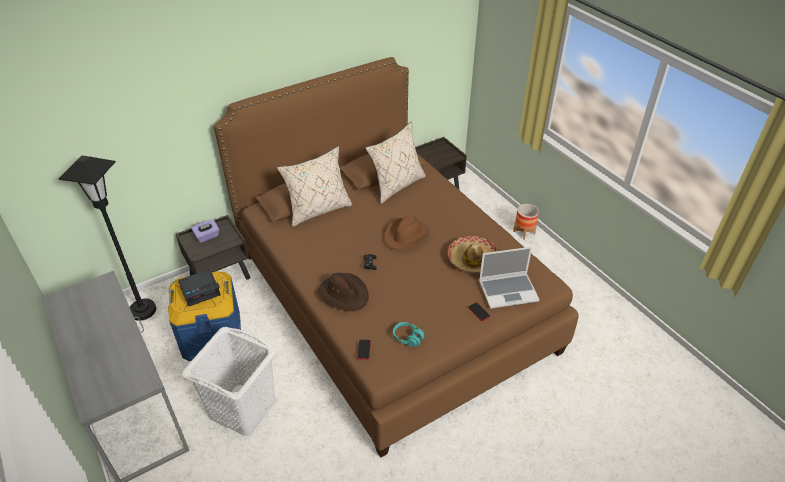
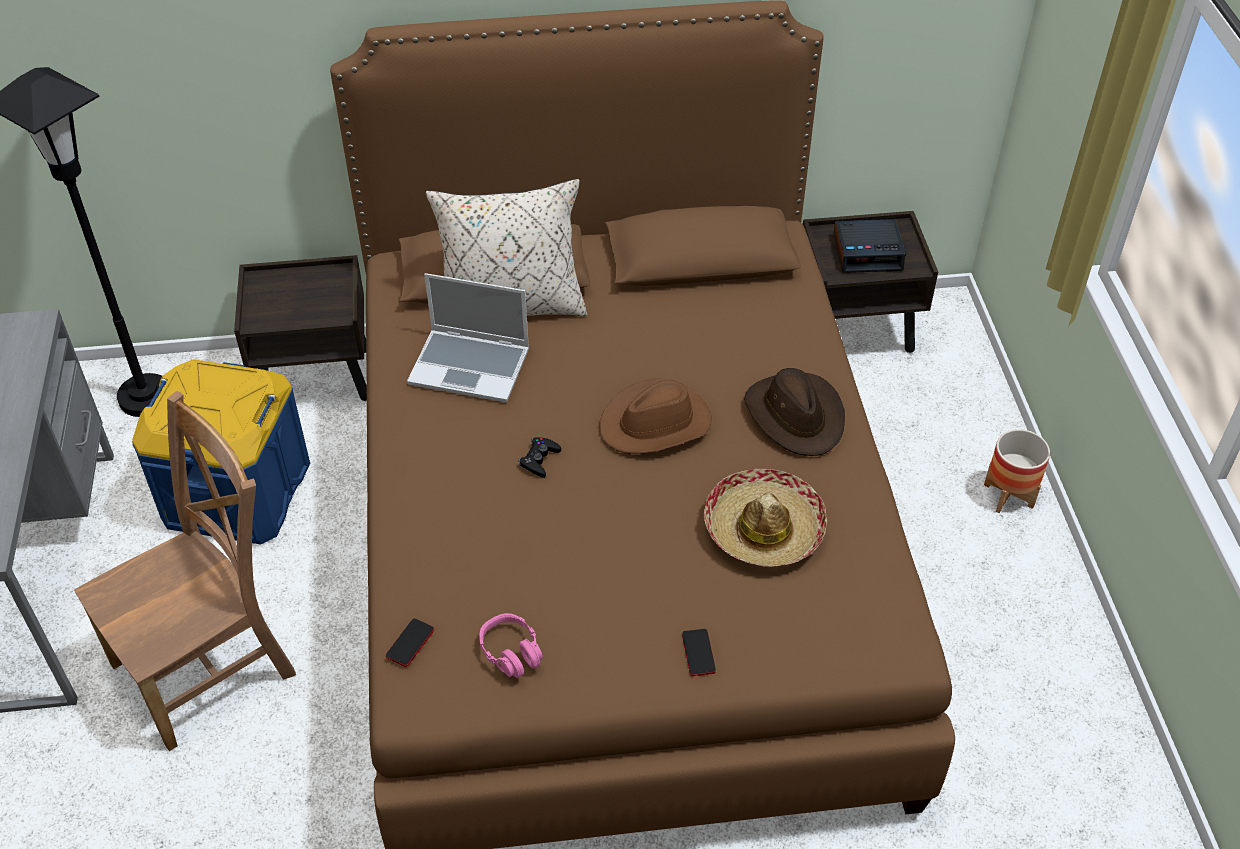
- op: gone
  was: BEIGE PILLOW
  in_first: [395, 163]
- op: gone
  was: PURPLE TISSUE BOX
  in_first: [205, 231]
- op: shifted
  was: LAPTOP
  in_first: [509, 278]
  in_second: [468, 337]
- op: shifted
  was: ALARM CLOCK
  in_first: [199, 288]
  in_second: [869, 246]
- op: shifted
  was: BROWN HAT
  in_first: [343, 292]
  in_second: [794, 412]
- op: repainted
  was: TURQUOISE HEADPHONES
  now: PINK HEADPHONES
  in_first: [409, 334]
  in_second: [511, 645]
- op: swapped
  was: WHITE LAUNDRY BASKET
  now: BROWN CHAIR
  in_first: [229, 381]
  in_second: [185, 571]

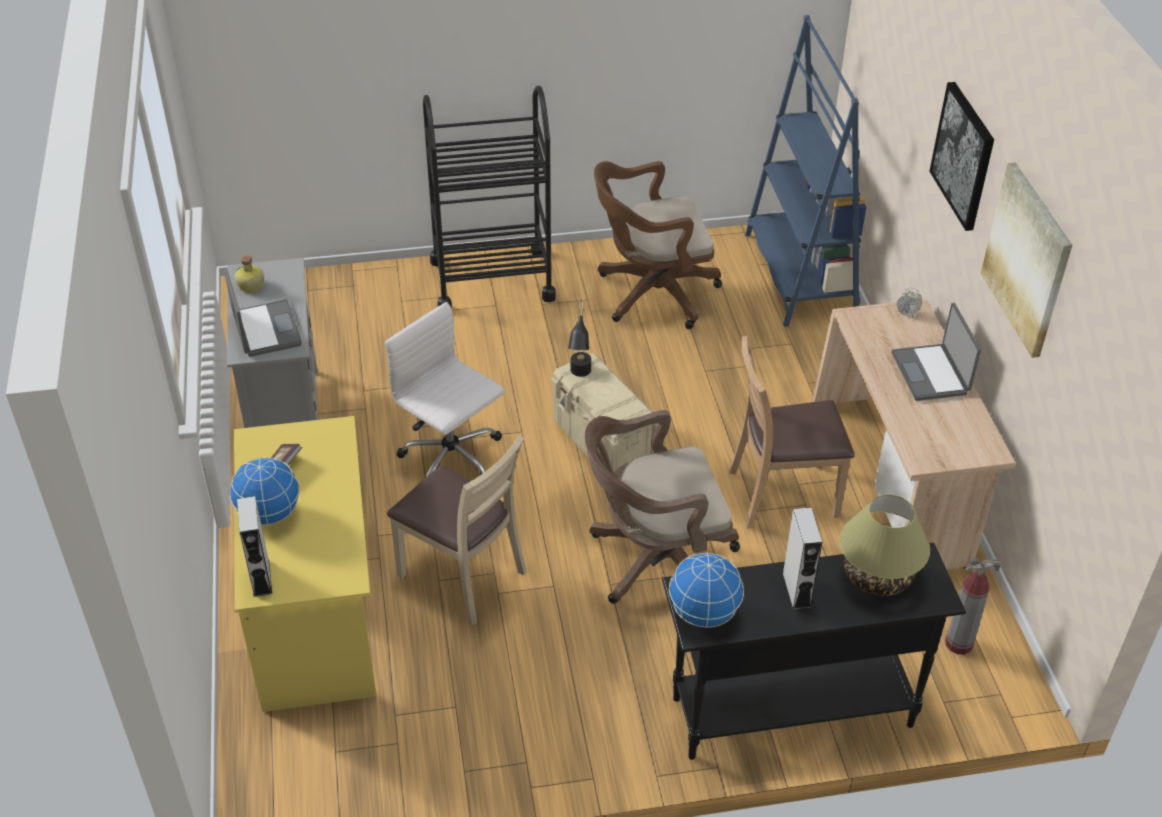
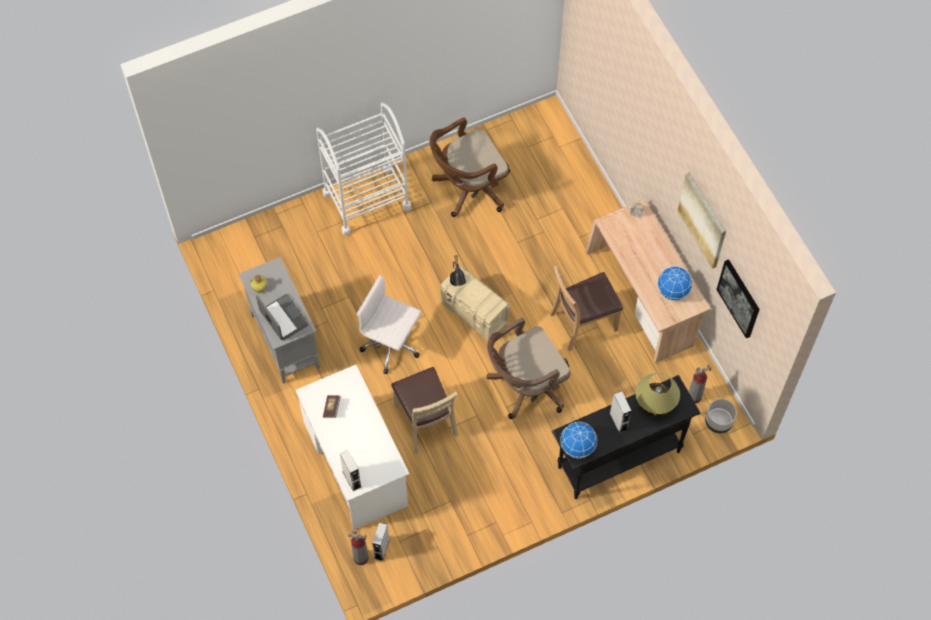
- op: gone
  was: BLUE BOOKCASE
  in_first: [805, 171]
- op: shifted
  was: PICTURE
  in_first: [961, 156]
  in_second: [738, 298]
- op: repainted
  was: BLACK CART
  now: WHITE CART
  in_first: [489, 197]
  in_second: [363, 169]
- op: gone
  was: LAPTOP
  in_first: [936, 352]
- op: repainted
  was: YELLOW DESK
  now: WHITE DESK
  in_first: [305, 564]
  in_second: [352, 447]
- op: rotated
  was: BEIGE CHAIR
  in_first: [456, 530]
  in_second: [424, 410]
  clockwise: 45
- op: shifted
  was: GLOBE
  in_first: [264, 491]
  in_second: [674, 283]
- op: new
  now: GREY PLANTER
  in_second: [721, 416]
- op: new
  now: GREY SPEAKER
  in_second: [380, 541]
- op: new
  now: FIRE EXTINGUISHER
  in_second: [358, 548]

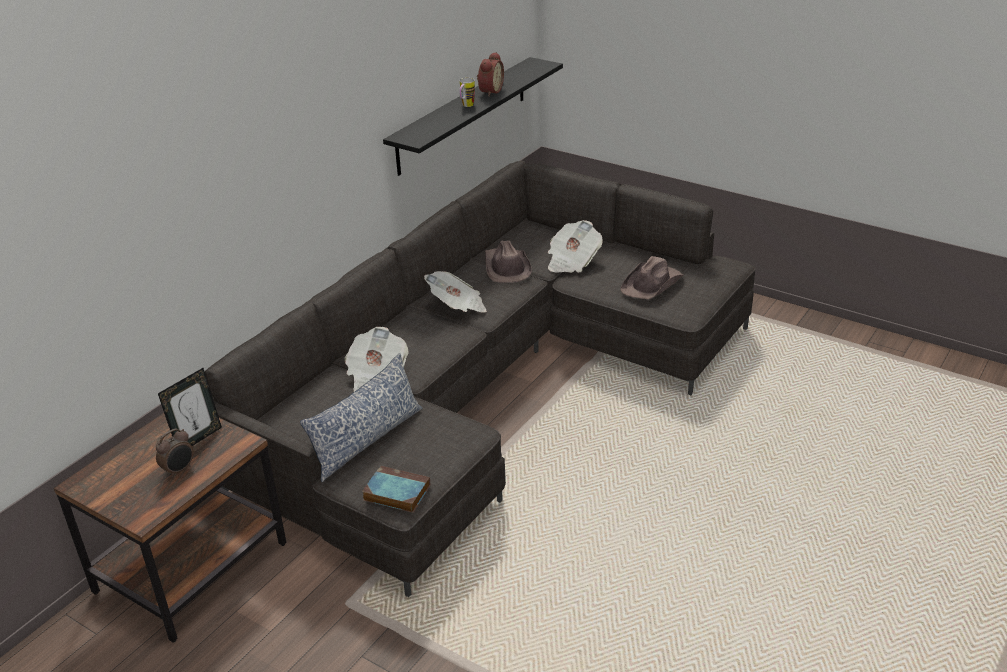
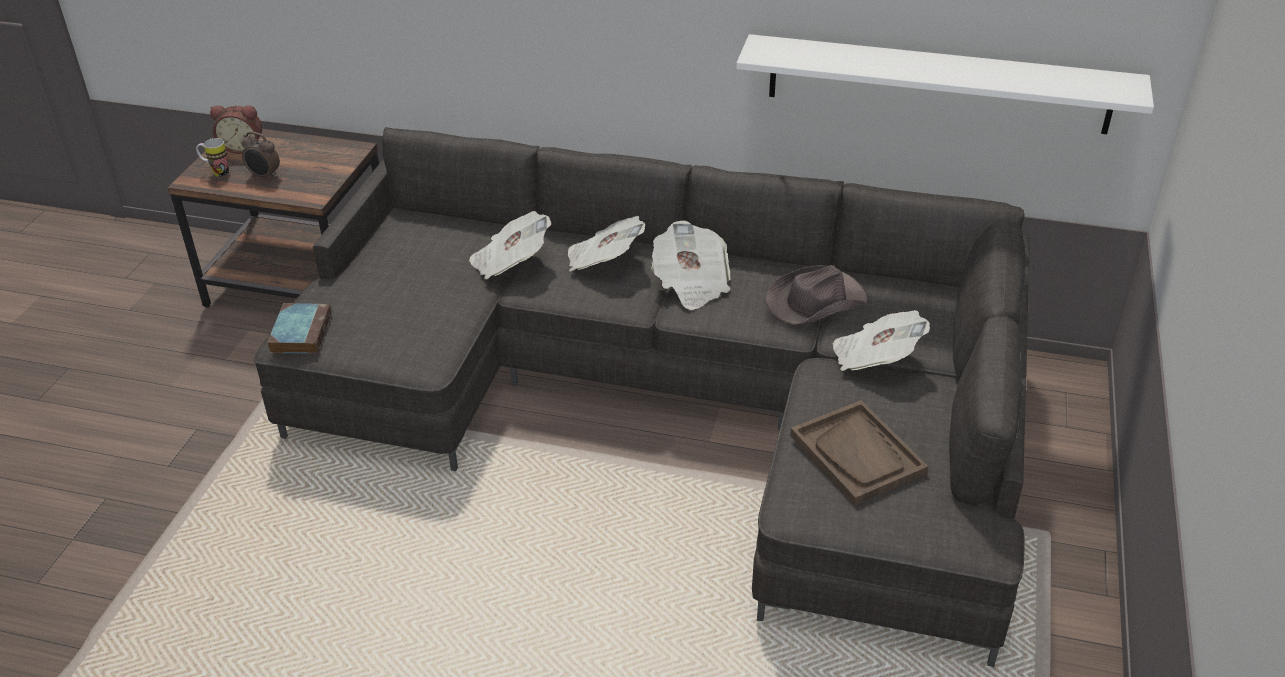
- op: shifted
  was: ALARM CLOCK
  in_first: [490, 74]
  in_second: [236, 129]
- op: repainted
  was: BLACK SHELF
  now: WHITE SHELF
  in_first: [473, 116]
  in_second: [945, 84]
- op: shifted
  was: MUG
  in_first: [467, 92]
  in_second: [212, 157]
- op: swapped
  was: BROWN HAT
  now: BROWN TRAY
  in_first: [652, 277]
  in_second: [859, 453]
- op: gone
  was: PILLOW
  in_first: [361, 417]
- op: gone
  was: PICTURE FRAME
  in_first: [190, 407]
- op: new
  now: NEWSPAPER
  in_second: [606, 244]

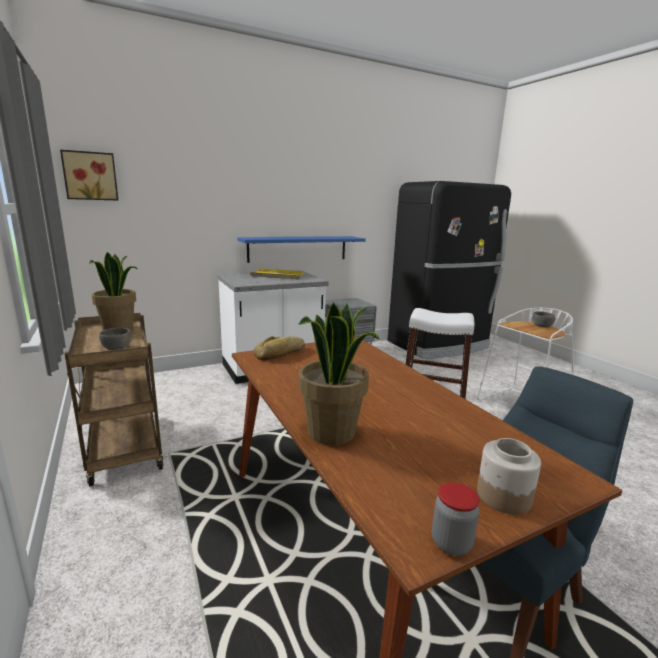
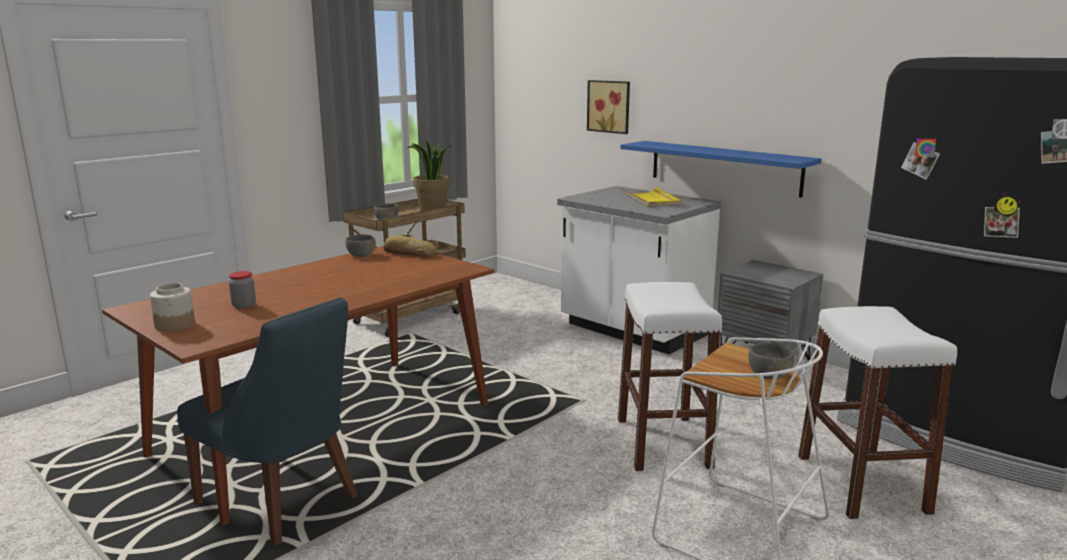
- op: shifted
  was: PICTURE
  in_first: [89, 175]
  in_second: [608, 107]
- op: gone
  was: POTTED PLANT
  in_first: [339, 374]
- op: shifted
  was: JAR
  in_first: [456, 519]
  in_second: [242, 290]
- op: new
  now: GREY BOWL
  in_second: [360, 245]
- op: new
  now: WHITE STOOL
  in_second: [877, 412]

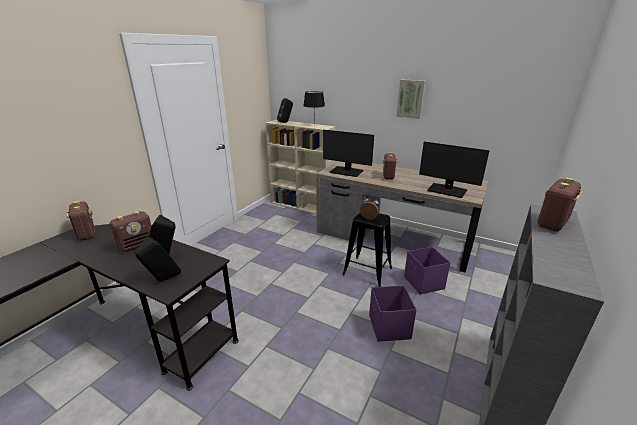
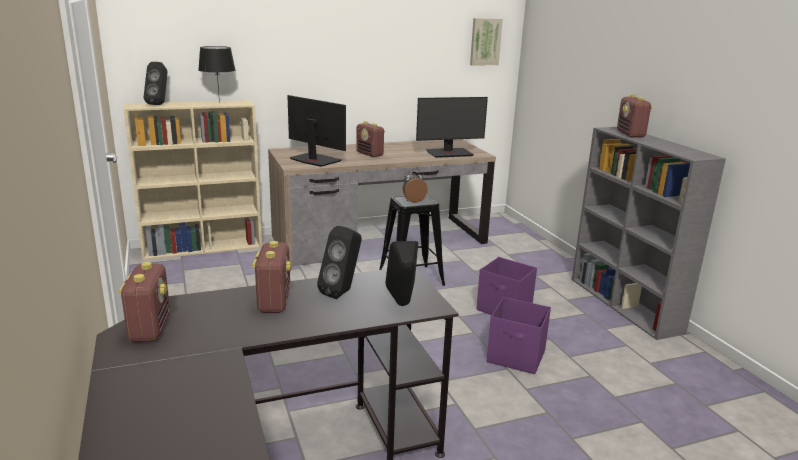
- op: shifted
  was: PICTURE
  in_first: [411, 99]
  in_second: [486, 41]
- op: rotated
  was: MONITOR
  in_first: [348, 153]
  in_second: [316, 131]
  clockwise: -120
- op: rotated
  was: RADIO
  in_first: [81, 221]
  in_second: [144, 302]
  clockwise: 75
- op: shifted
  was: PURPLE STORAGE BOX
  in_first: [427, 270]
  in_second: [519, 335]

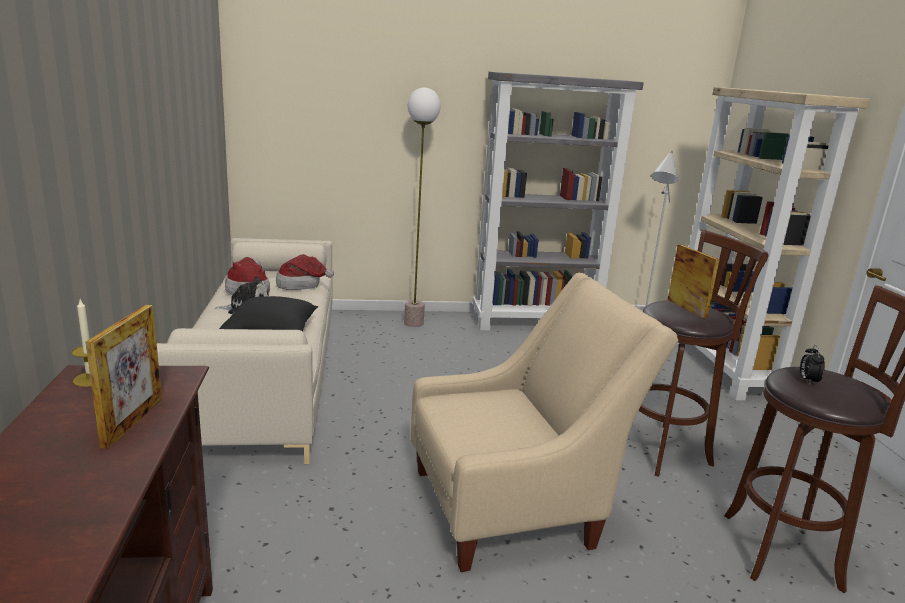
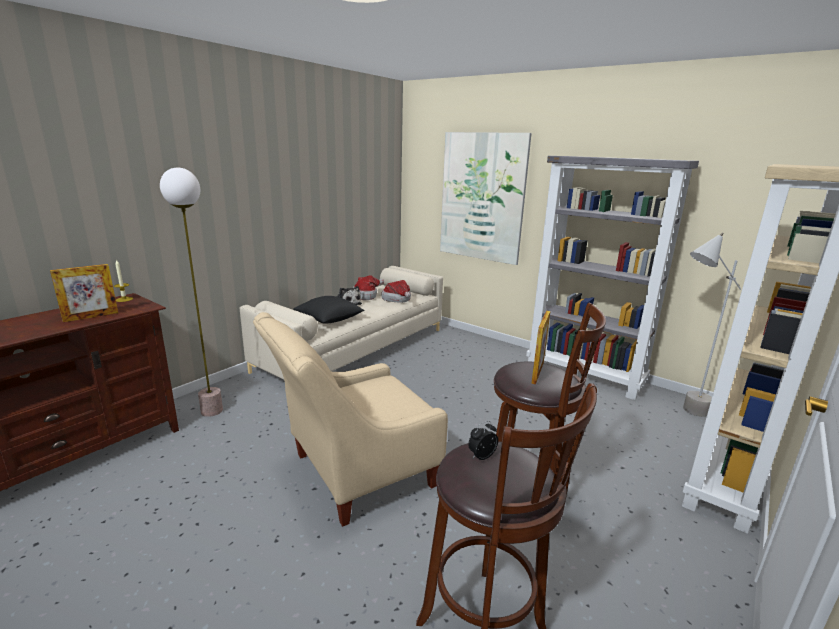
- op: shifted
  was: FLOOR LAMP
  in_first: [422, 207]
  in_second: [191, 292]
- op: rotated
  was: BEIGE ARMCHAIR
  in_first: [544, 422]
  in_second: [350, 419]
  clockwise: 120
- op: new
  now: PICTURE
  in_second: [486, 198]

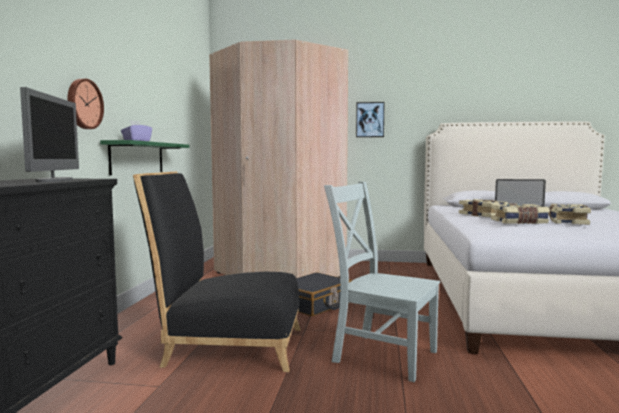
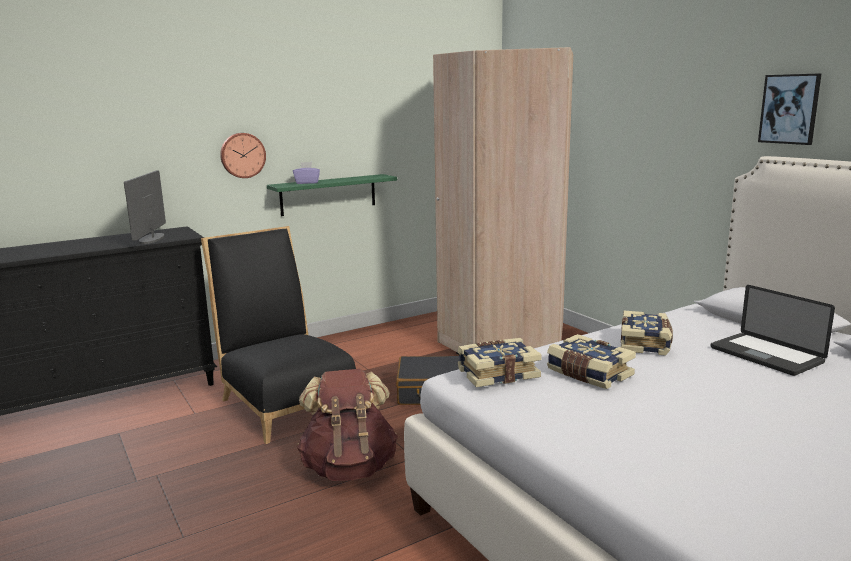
- op: rotated
  was: MONITOR
  in_first: [49, 134]
  in_second: [145, 207]
  clockwise: 135
- op: shifted
  was: PICTURE
  in_first: [370, 119]
  in_second: [790, 109]
- op: swapped
  was: GREY CHAIR
  now: BROWN BACKPACK
  in_first: [382, 281]
  in_second: [347, 425]
- op: shifted
  was: BOOK
  in_first: [569, 214]
  in_second: [500, 362]

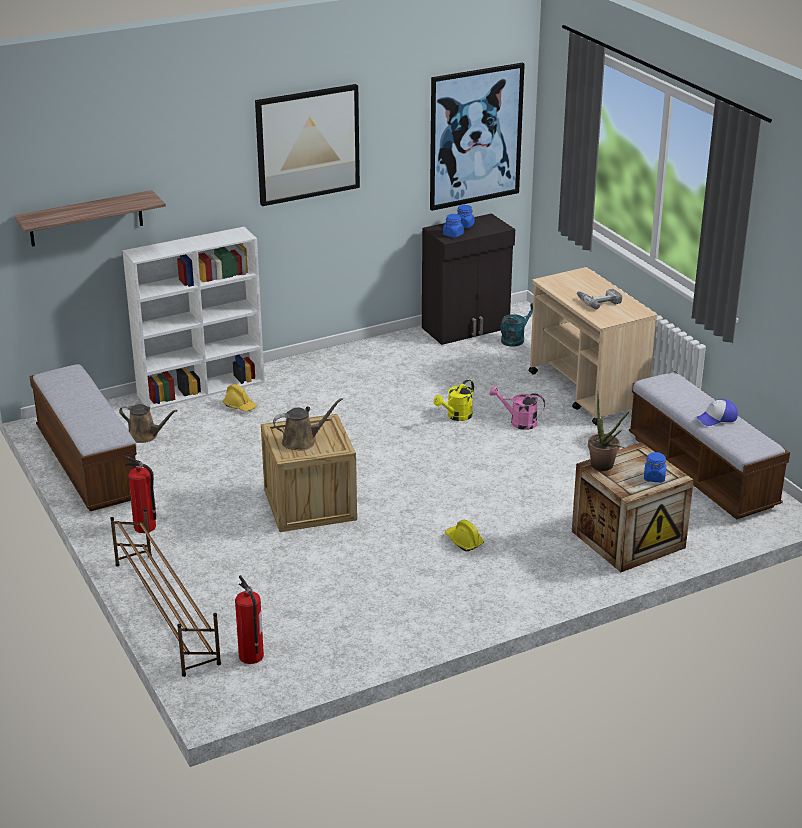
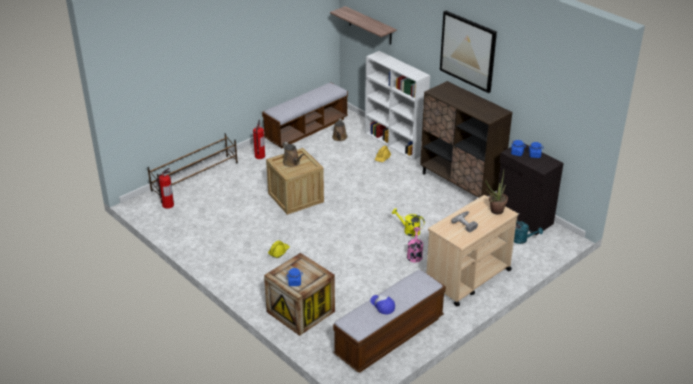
- op: gone
  was: PICTURE
  in_first: [477, 137]
- op: shifted
  was: POTTED PLANT
  in_first: [608, 432]
  in_second: [496, 192]
- op: new
  now: BROWN CABINET
  in_second: [466, 139]

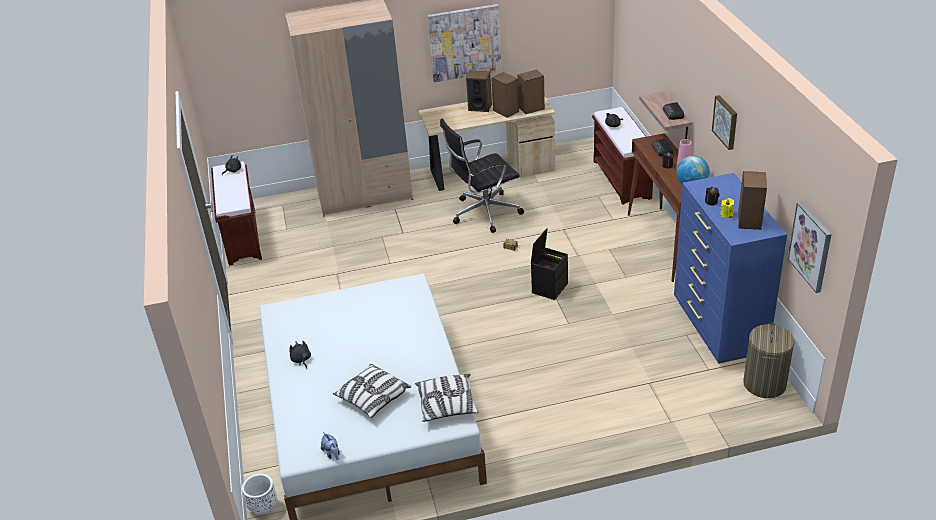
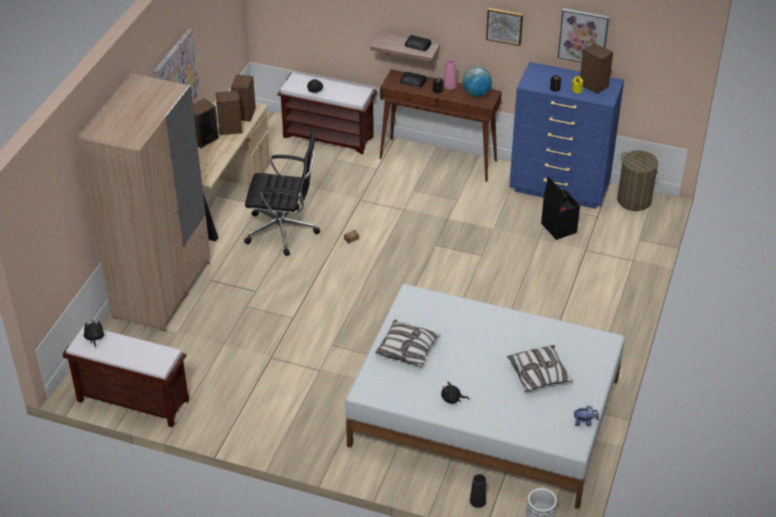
- op: rotated
  was: BLACK OFFICE CHAIR
  in_first: [482, 176]
  in_second: [282, 192]
  clockwise: -90
- op: shifted
  was: PICTURE
  in_first: [810, 247]
  in_second: [583, 35]
- op: shifted
  was: BLACK STORAGE BOX
  in_first: [549, 264]
  in_second: [560, 208]
- op: shifted
  was: PILLOW
  in_first: [447, 397]
  in_second: [408, 343]
- op: new
  now: BLACK VASE
  in_second: [478, 491]

